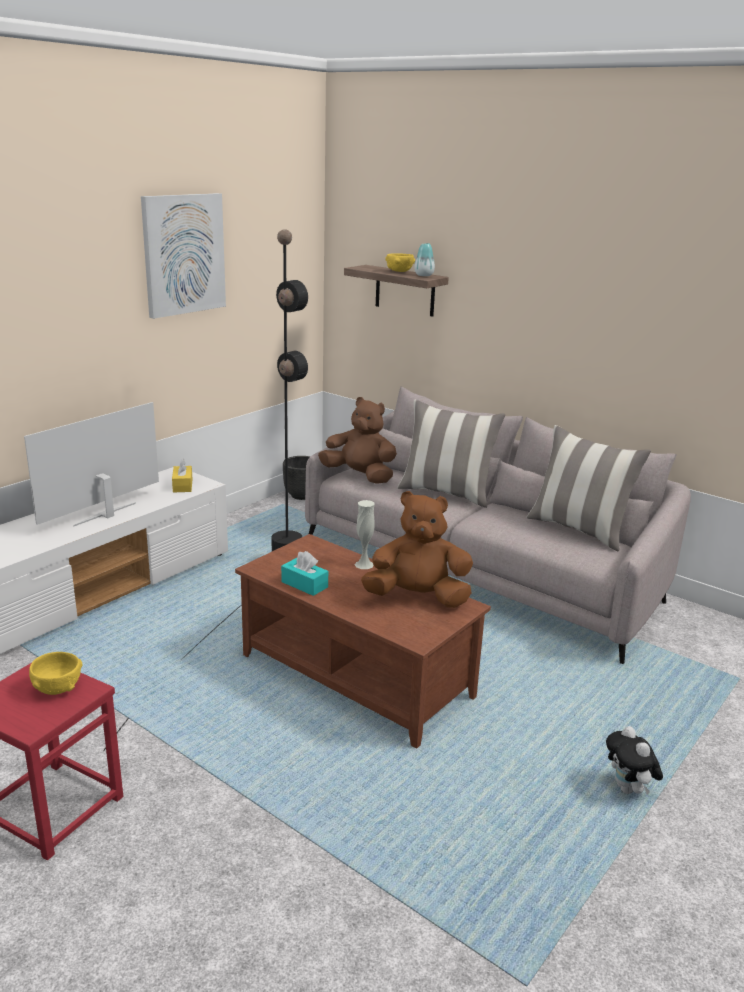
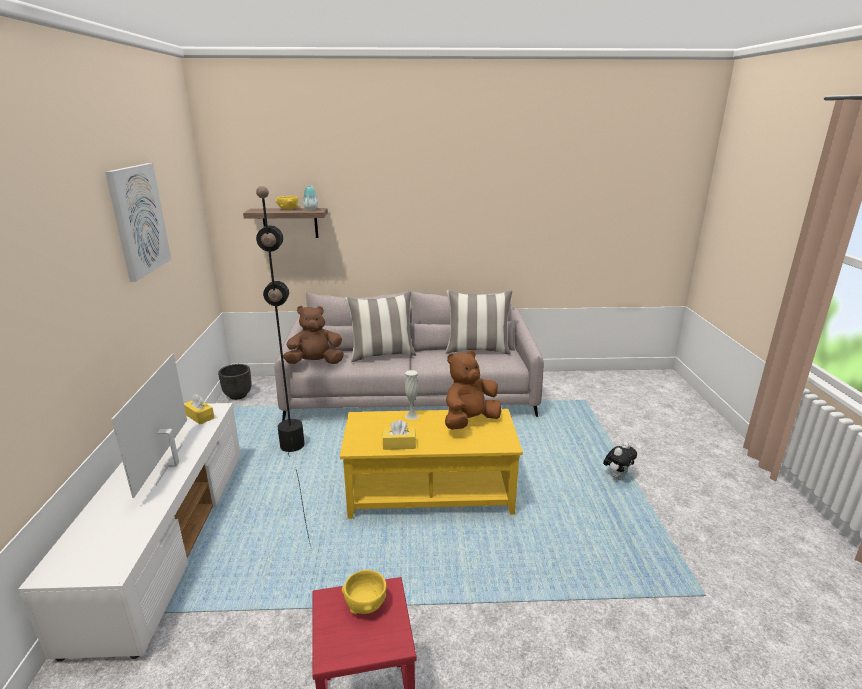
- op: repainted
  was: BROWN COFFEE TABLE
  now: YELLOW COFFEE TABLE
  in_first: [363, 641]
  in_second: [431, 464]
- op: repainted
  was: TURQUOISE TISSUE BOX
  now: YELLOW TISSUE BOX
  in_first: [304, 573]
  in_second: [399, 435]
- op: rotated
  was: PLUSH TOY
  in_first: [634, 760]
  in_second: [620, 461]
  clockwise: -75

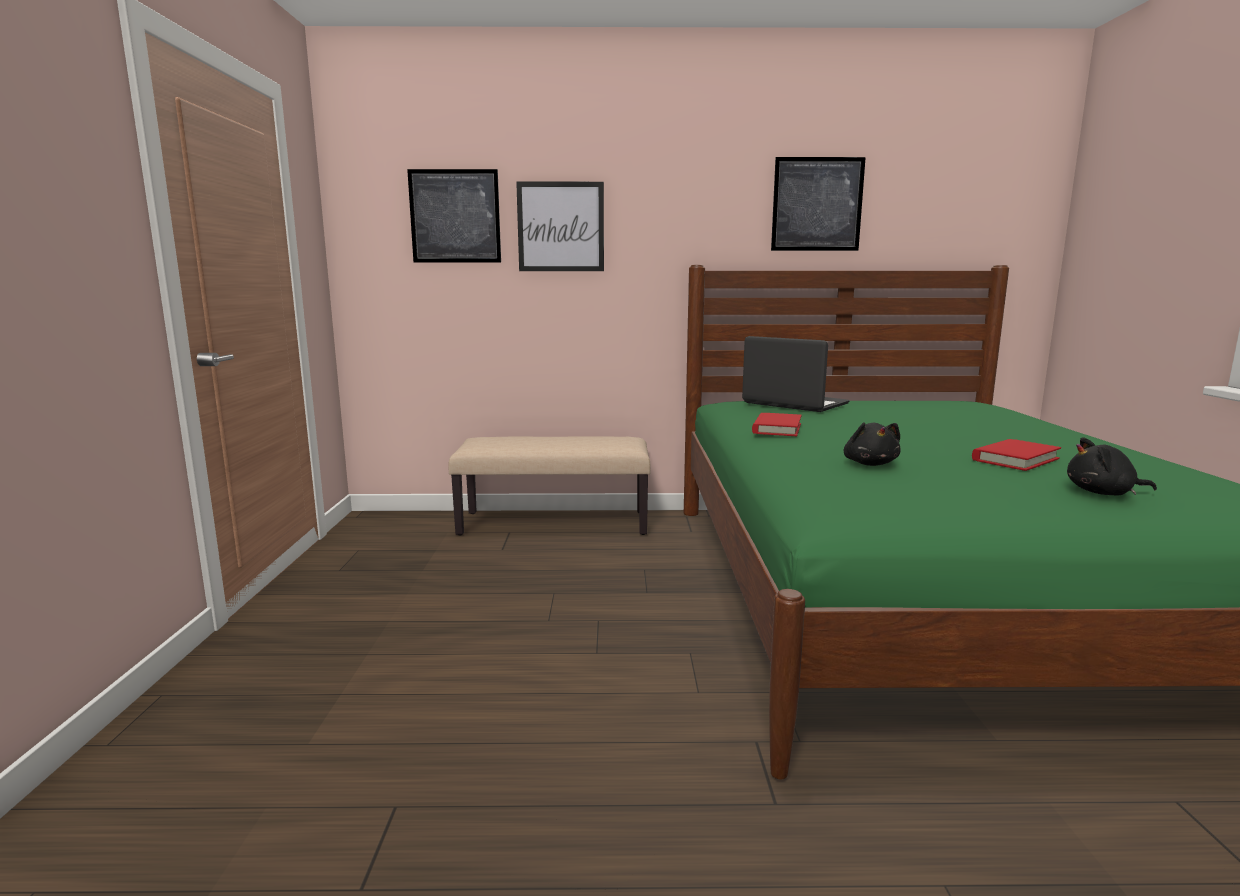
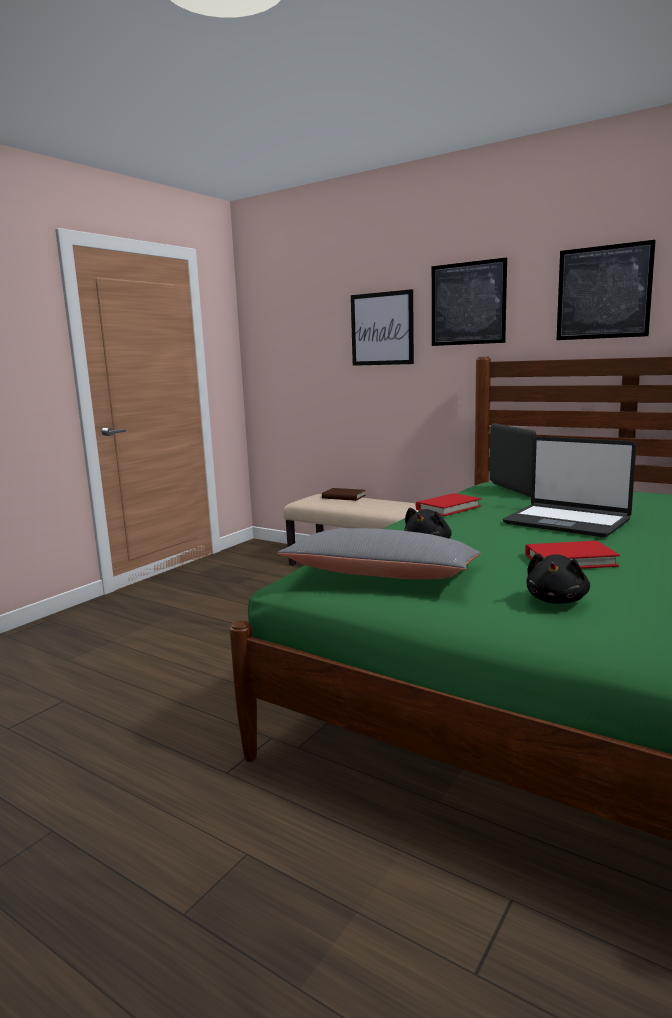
- op: shifted
  was: PICTURE
  in_first: [454, 215]
  in_second: [469, 301]
- op: rotated
  was: BLACK PLUSH TOY
  in_first: [1112, 466]
  in_second: [558, 578]
  clockwise: -105
- op: new
  now: LAPTOP
  in_second: [569, 486]
- op: new
  now: BROWN BOOK
  in_second: [344, 494]
- op: new
  now: GREY PILLOW
  in_second: [379, 553]

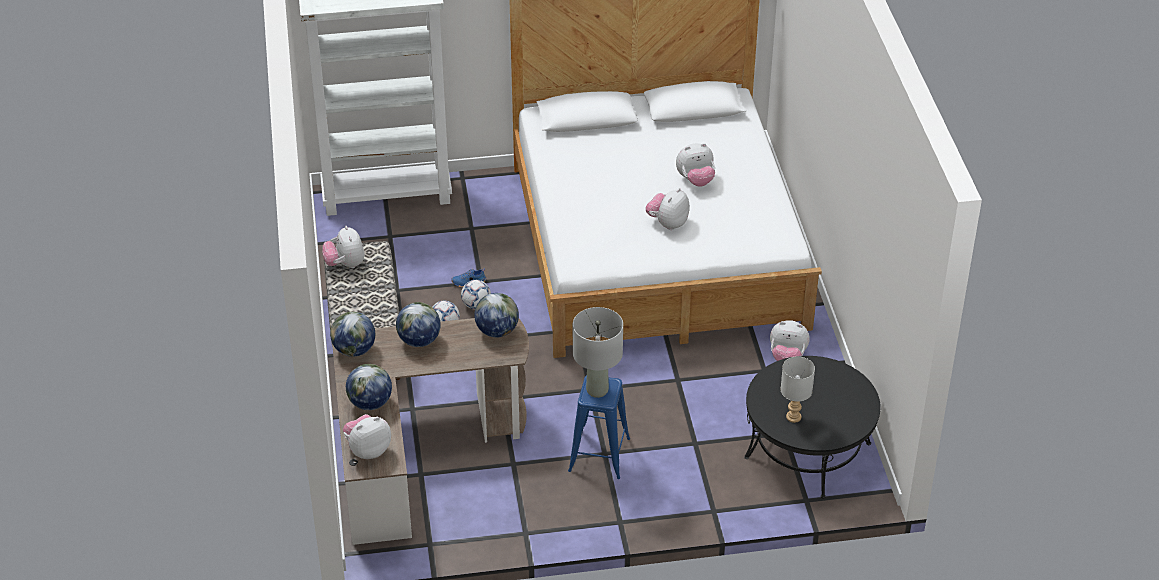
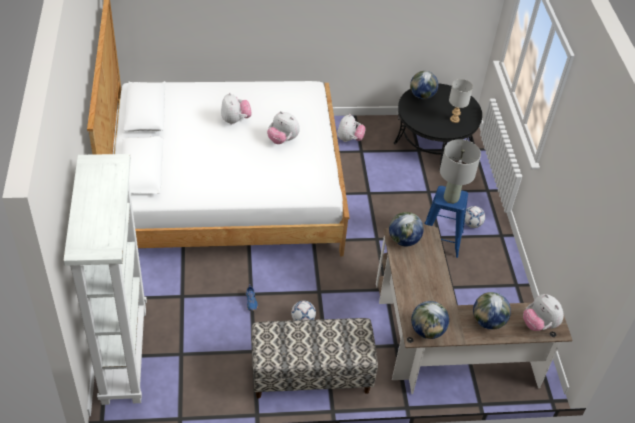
- op: gone
  was: PLUSH TOY
  in_first: [343, 247]
- op: shifted
  was: FOOTBALL
  in_first: [476, 295]
  in_second: [475, 217]
- op: shifted
  was: GLOBE
  in_first: [418, 324]
  in_second: [424, 85]

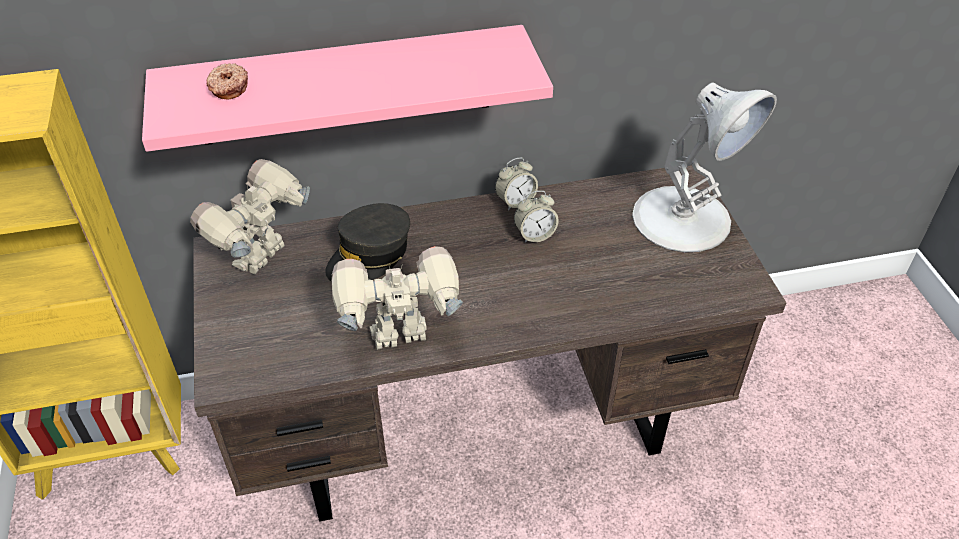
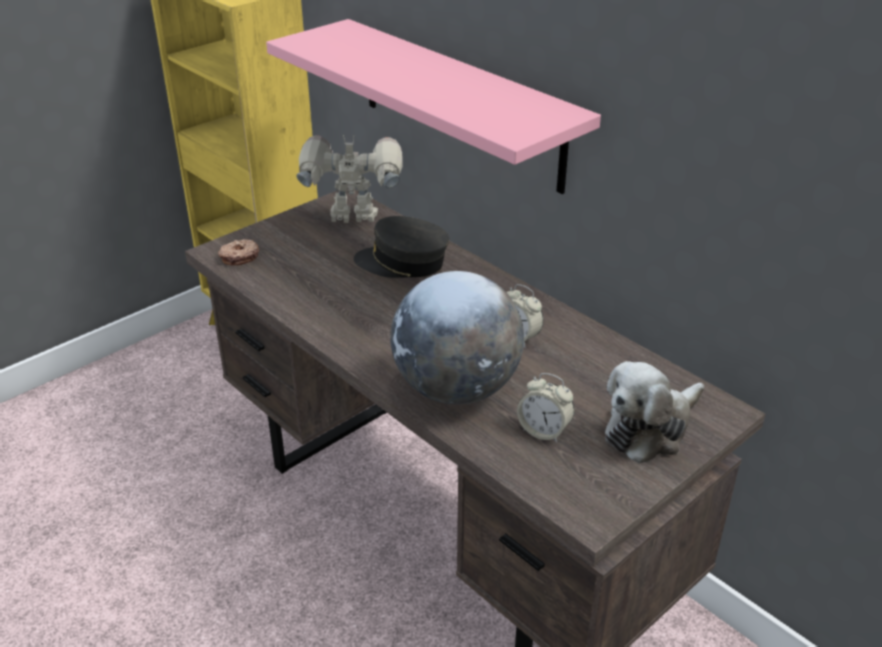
- op: shifted
  was: DONUT
  in_first: [227, 81]
  in_second: [238, 252]
- op: swapped
  was: WHITE TABLE LAMP
  now: PLUSH TOY
  in_first: [704, 167]
  in_second: [654, 412]
- op: shifted
  was: ALARM CLOCK
  in_first: [516, 183]
  in_second: [545, 408]
- op: gone
  was: TOY ROBOT
  in_first: [397, 298]
- op: new
  now: GLOBE
  in_second: [457, 337]

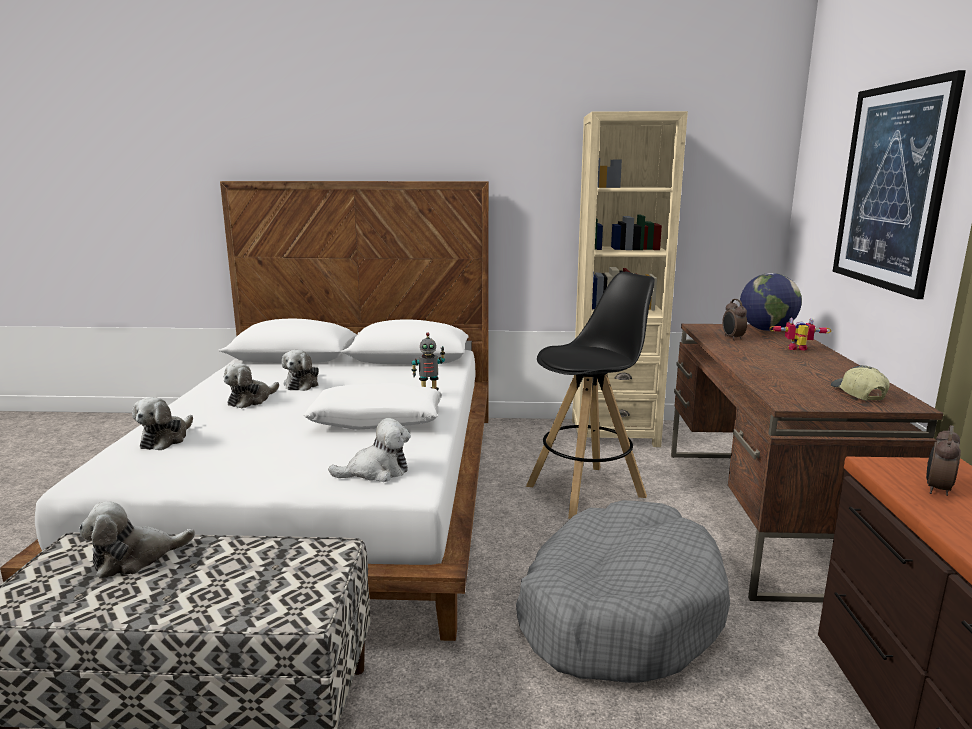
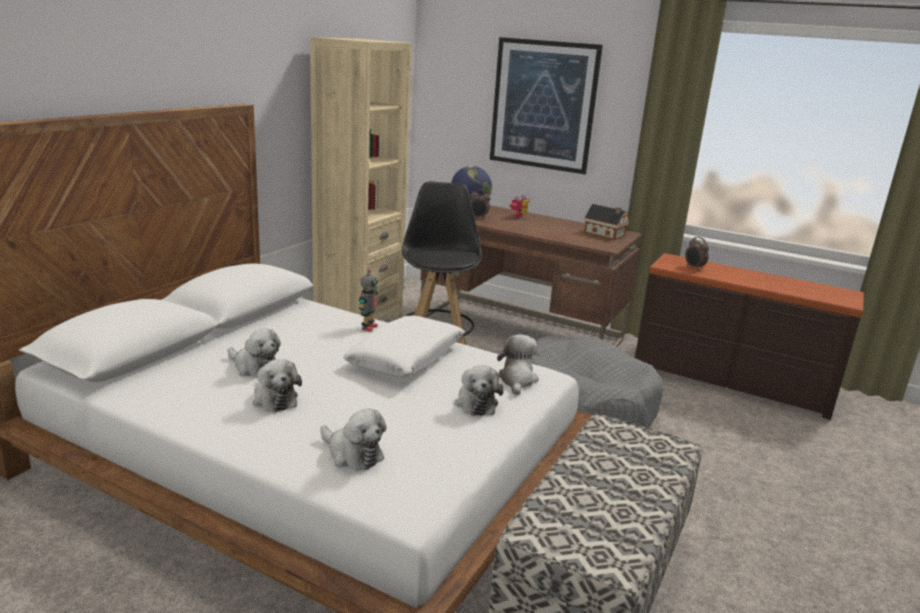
- op: swapped
  was: CAP
  now: TOY HOUSE
  in_first: [860, 383]
  in_second: [606, 222]
- op: shifted
  was: PLUSH TOY
  in_first: [137, 540]
  in_second: [479, 390]

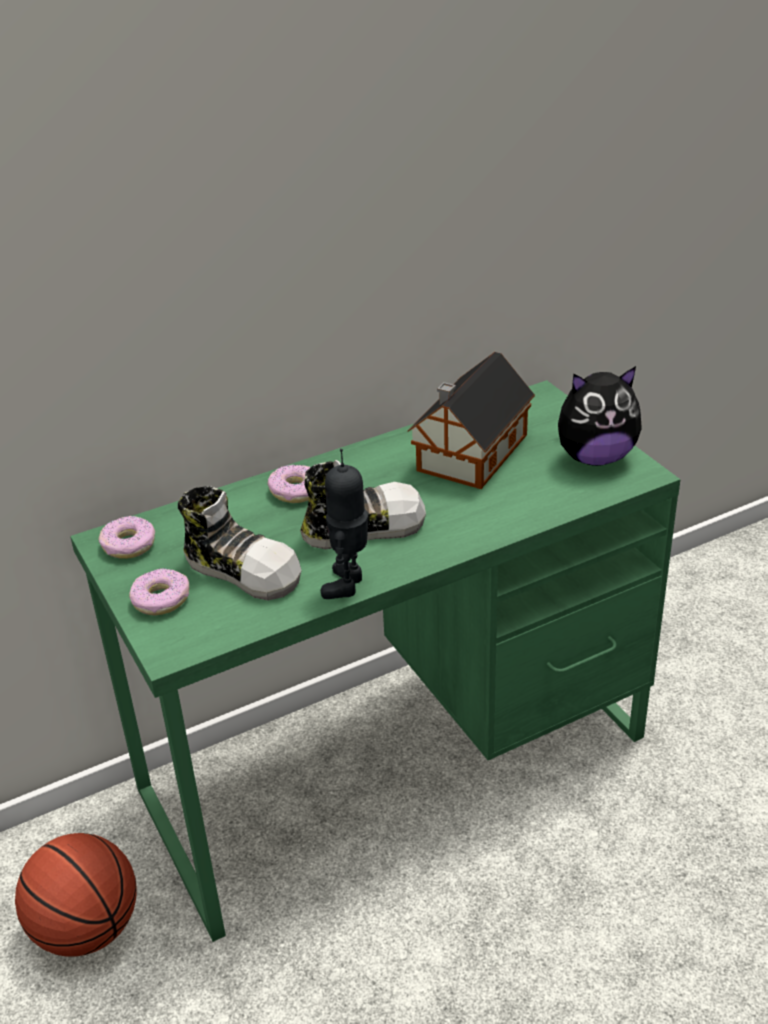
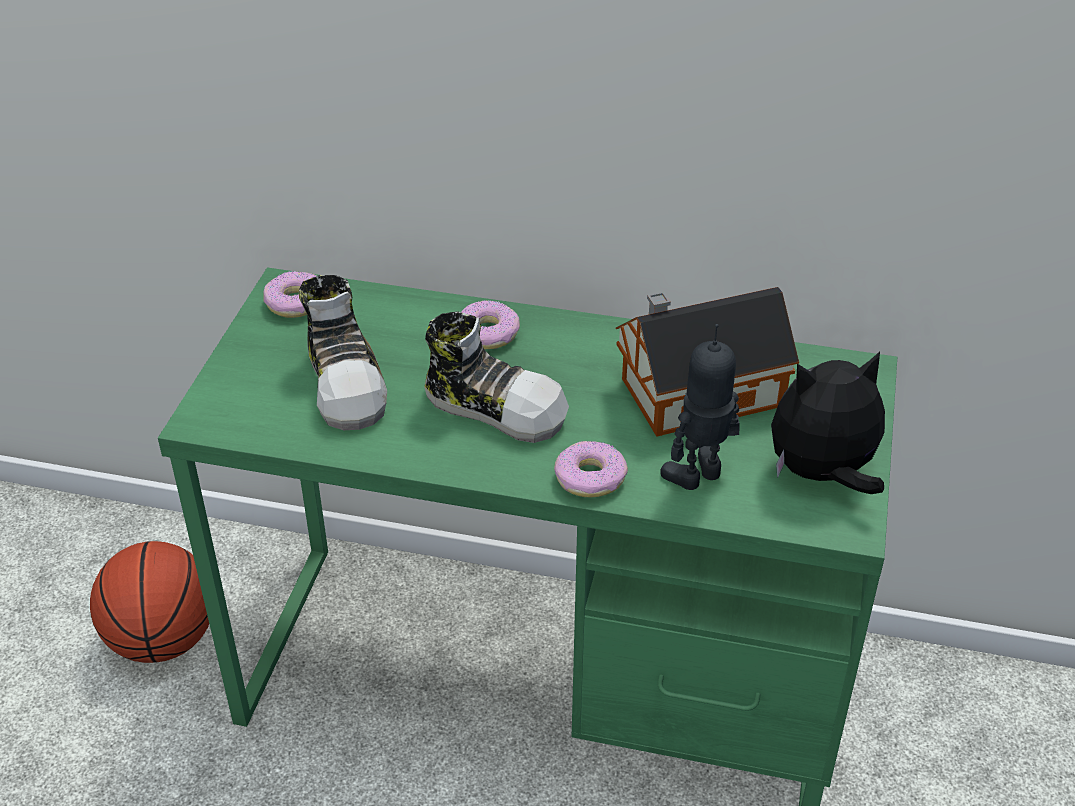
- op: rotated
  was: PLUSH TOY
  in_first: [600, 416]
  in_second: [828, 422]
  clockwise: 135
- op: shifted
  was: TOY ROBOT
  in_first: [344, 524]
  in_second: [700, 407]
- op: shifted
  was: DONUT
  in_first: [159, 591]
  in_second: [591, 469]

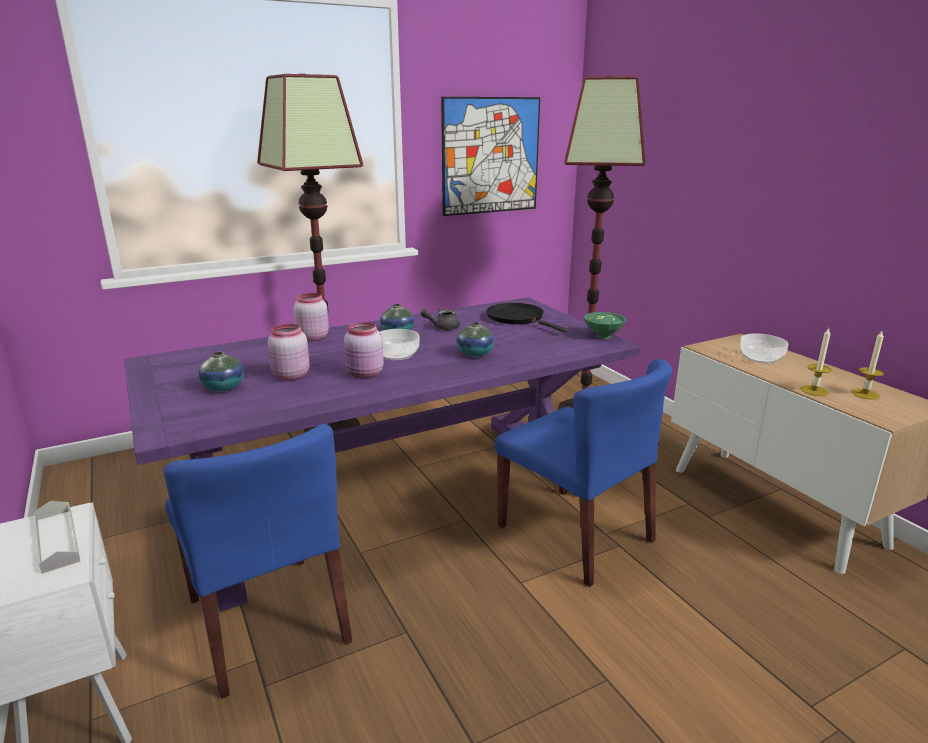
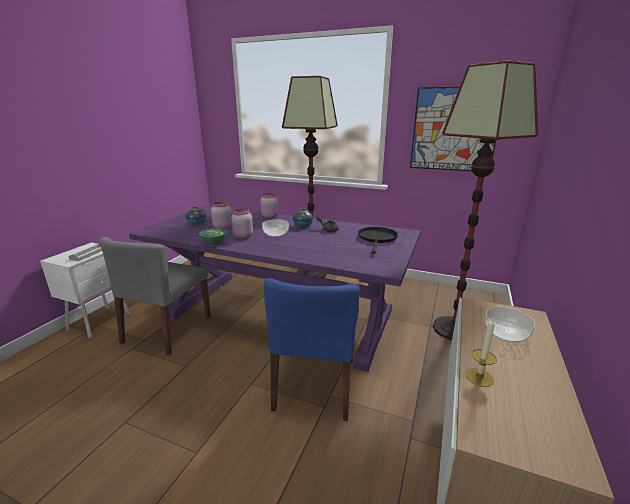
- op: shifted
  was: GREEN BOWL
  in_first: [605, 325]
  in_second: [213, 237]
- op: gone
  was: VASE
  in_first: [475, 339]
- op: gone
  was: CANDLE
  in_first: [867, 365]
- op: repainted
  was: BLUE CHAIR
  now: GREY CHAIR
  in_first: [258, 561]
  in_second: [155, 296]

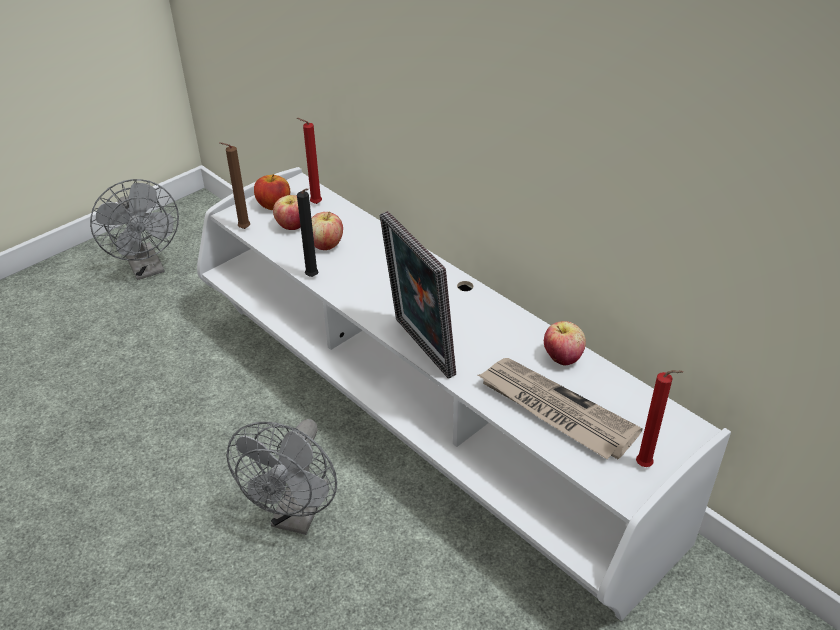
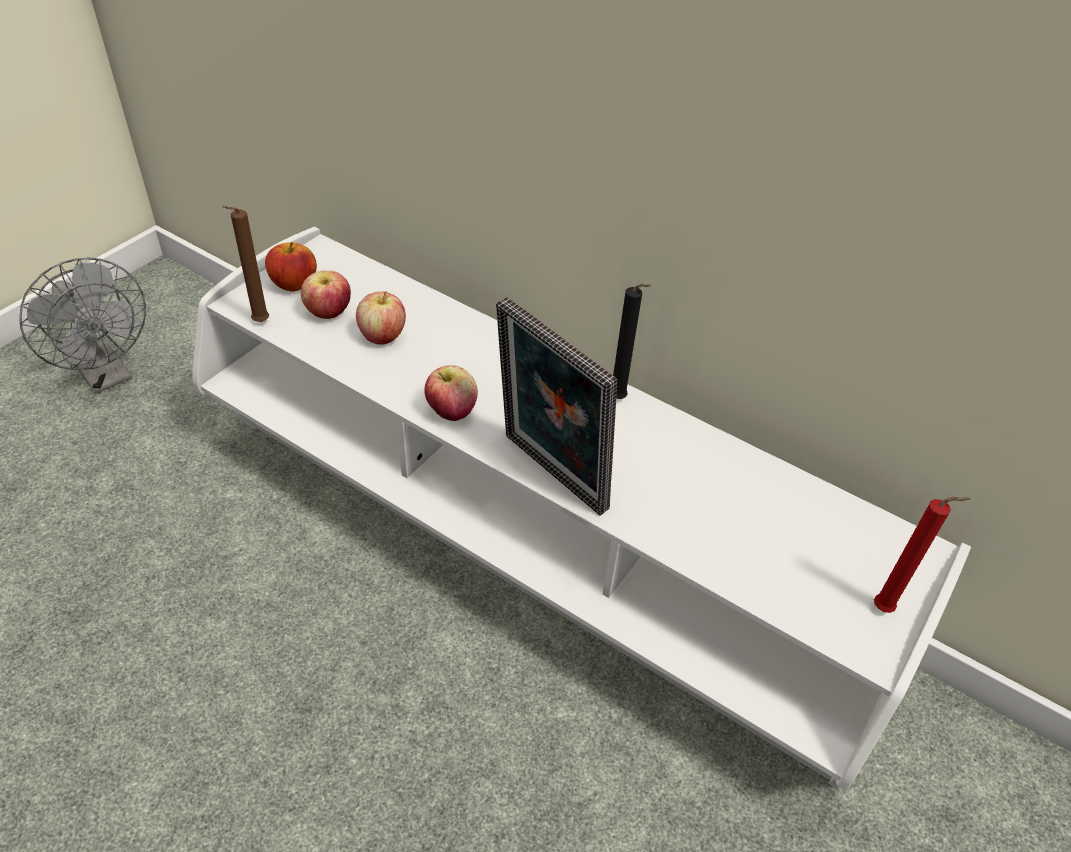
- op: gone
  was: RED CANDLE
  in_first: [309, 161]
- op: shifted
  was: BLACK CANDLE
  in_first: [307, 233]
  in_second: [632, 341]
- op: shifted
  was: APPLE
  in_first: [565, 343]
  in_second: [451, 393]
- op: gone
  was: NEWSPAPER
  in_first: [560, 408]
- op: gone
  was: GREY FAN
  in_first: [282, 477]

